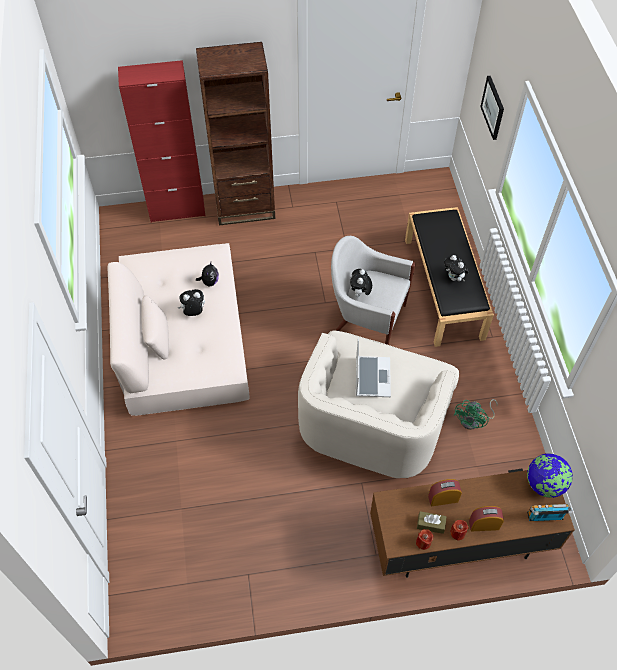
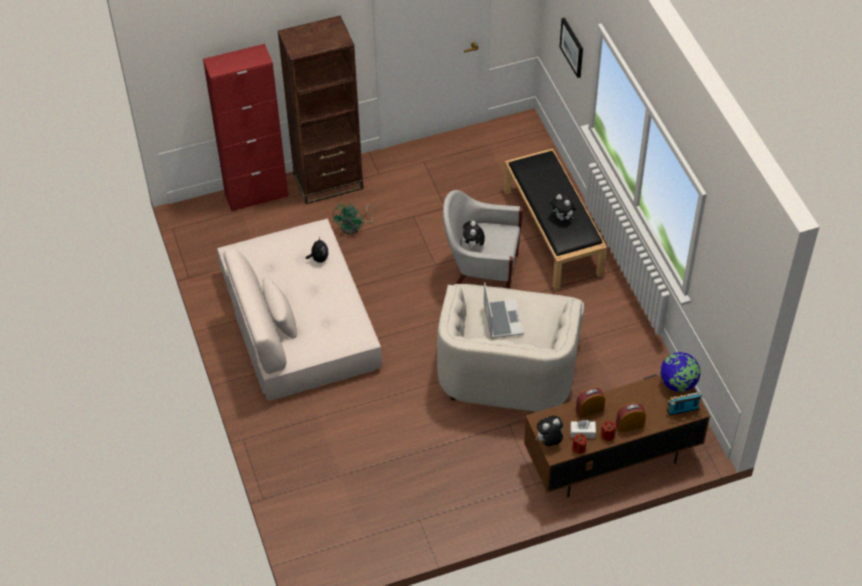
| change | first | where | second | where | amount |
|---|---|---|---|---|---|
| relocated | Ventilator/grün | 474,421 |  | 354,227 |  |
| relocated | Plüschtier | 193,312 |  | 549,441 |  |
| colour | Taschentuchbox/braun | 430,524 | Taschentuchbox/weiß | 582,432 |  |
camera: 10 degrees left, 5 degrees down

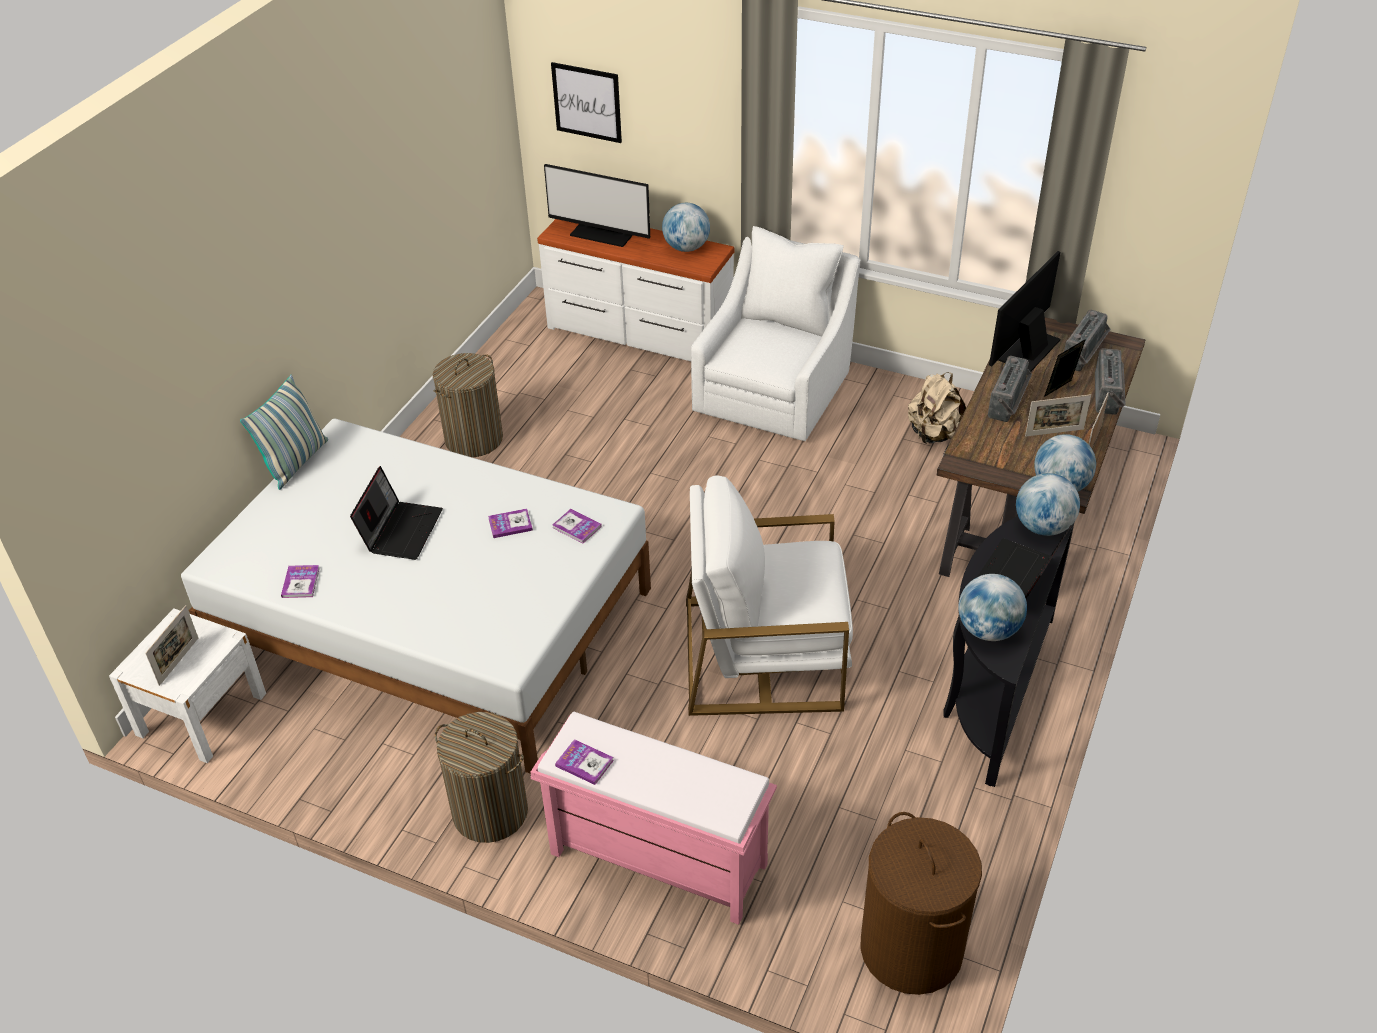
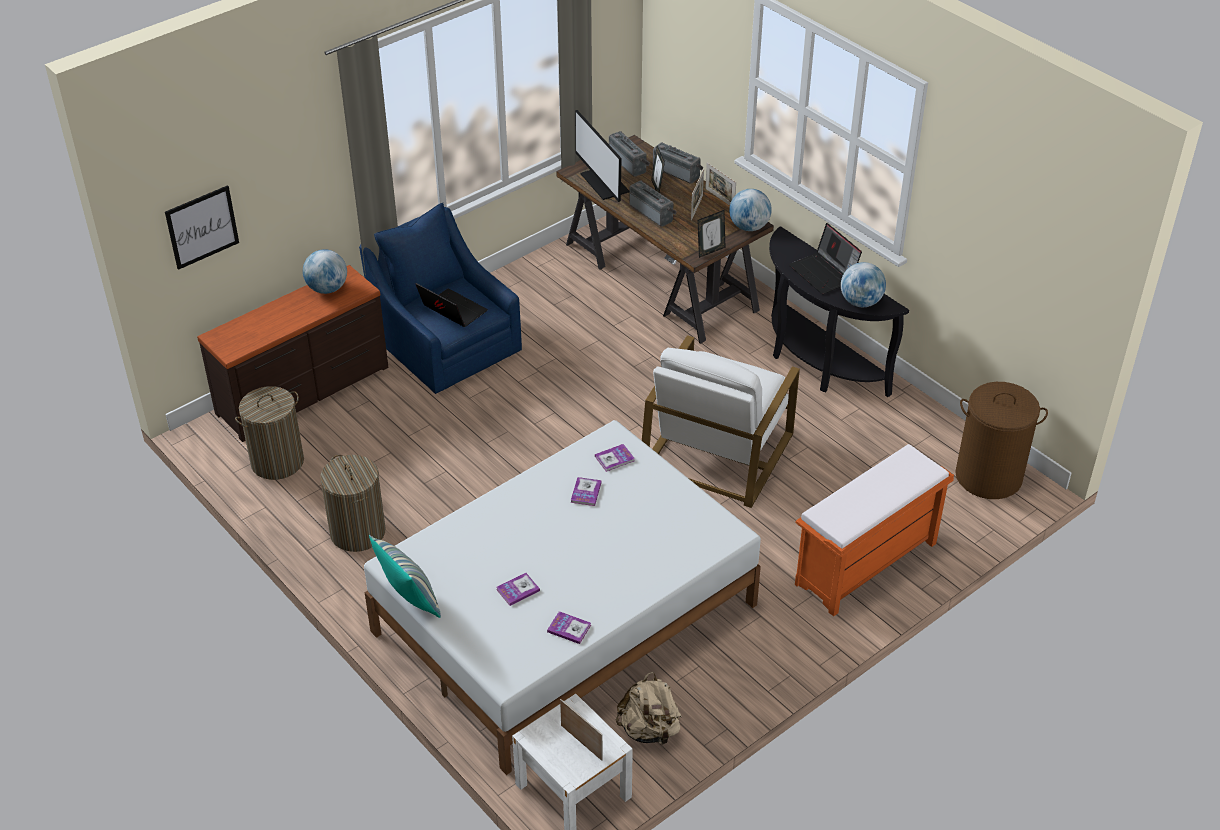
| change | first | where | second | where | amount |
|---|---|---|---|---|---|
| colour | Kommode/weiß | 638,334 | Kommode/braun | 304,391 |  |
| relocated | Wäschekorb | 490,812 |  | 277,461 |  |
| colour | Sessel/weiß | 775,390 | Sessel/blau | 445,344 |  |
| relocated | Laptop | 401,530 |  | 451,311 |  |
| relocated | Buch | 584,763 |  | 518,590 |  |
| relocated | Rucksack/beige | 933,434 |  | 649,730 |  |
| appeared |  |  | Bilderrahmen | 710,251 |  |
| colour | Bank/rosa | 656,859 | Bank/orange | 865,565 |  |
| missing | Monitor | 603,233 |  |  |  |
| missing | Globus | 1043,527 |  |  |  |
camera: 65 degrees left, 0 degrees up

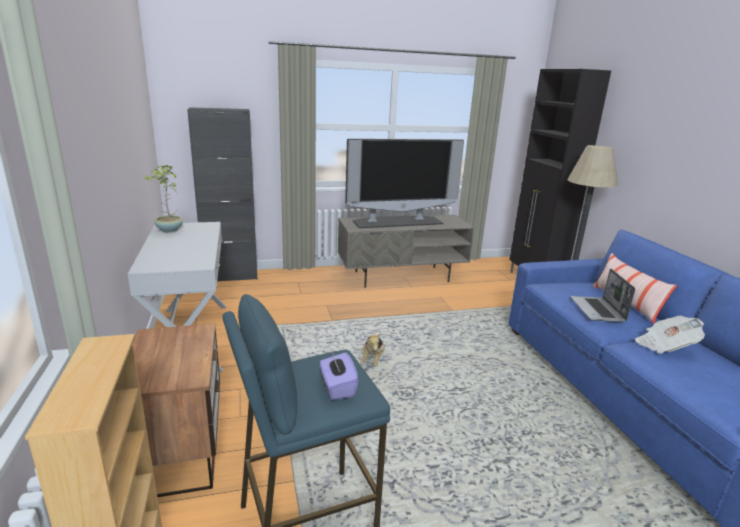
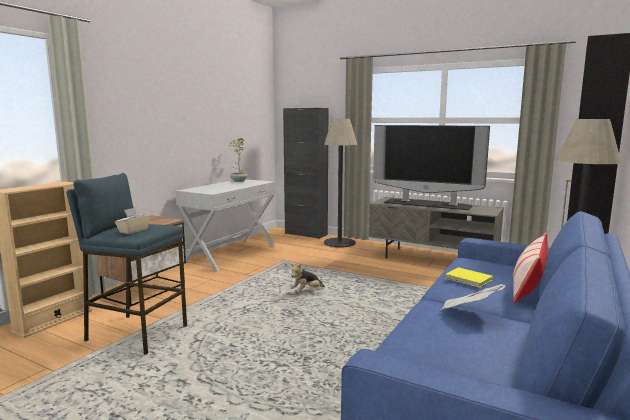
| change | first | where | second | where | amount |
|---|---|---|---|---|---|
| colour | Taschentuchbox/lila | 337,387 | Taschentuchbox/beige | 133,231 |  |
| appeared |  |  | Stehlampe | 339,243 |  |
| exchanged | Laptop | 598,310 | Buch/gelb | 469,279 |  |
camera: 45 degrees right, 10 degrees down

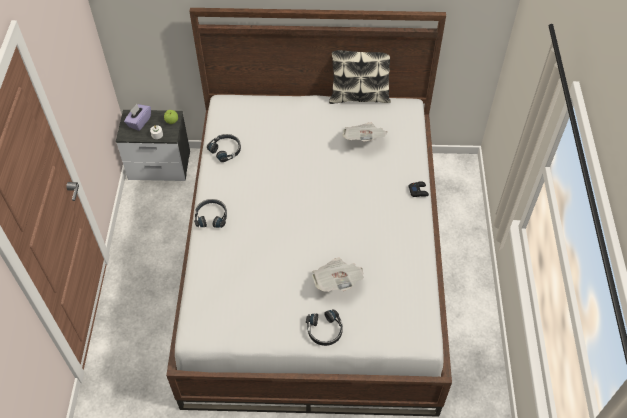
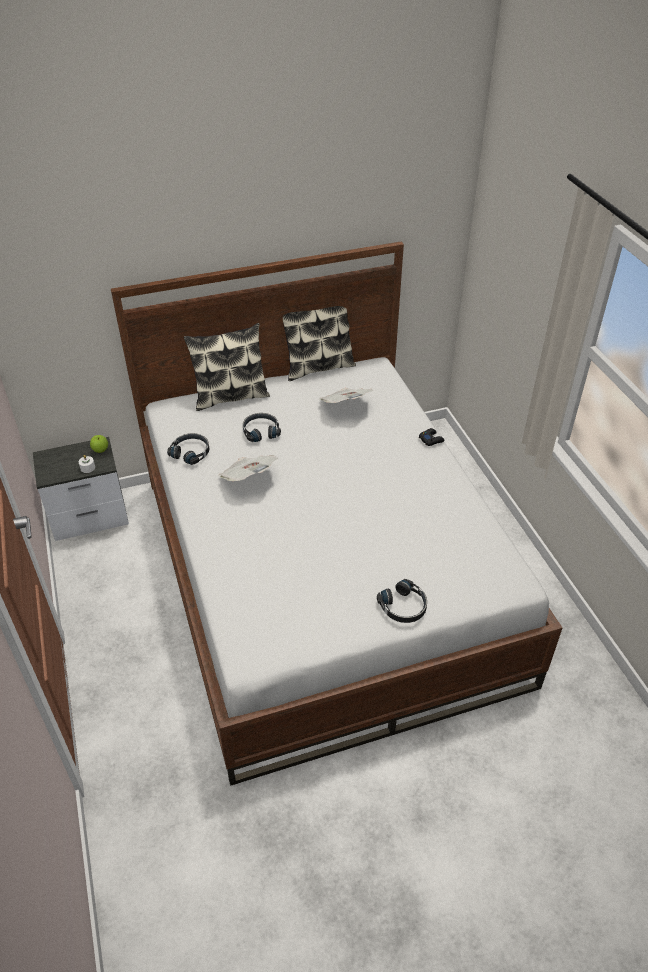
| change | first | where | second | where | amount |
|---|---|---|---|---|---|
| appeared |  |  | Kissen | 230,396 |  |
| relocated | Zeitung | 337,281 |  | 248,478 |  |
| relocated | Kopfhörer/schwarz | 211,216 |  | 261,431 |  |
| missing | Taschentuchbox/lila | 139,122 |  |  |  |
camera: 20 degrees left, 10 degrees down

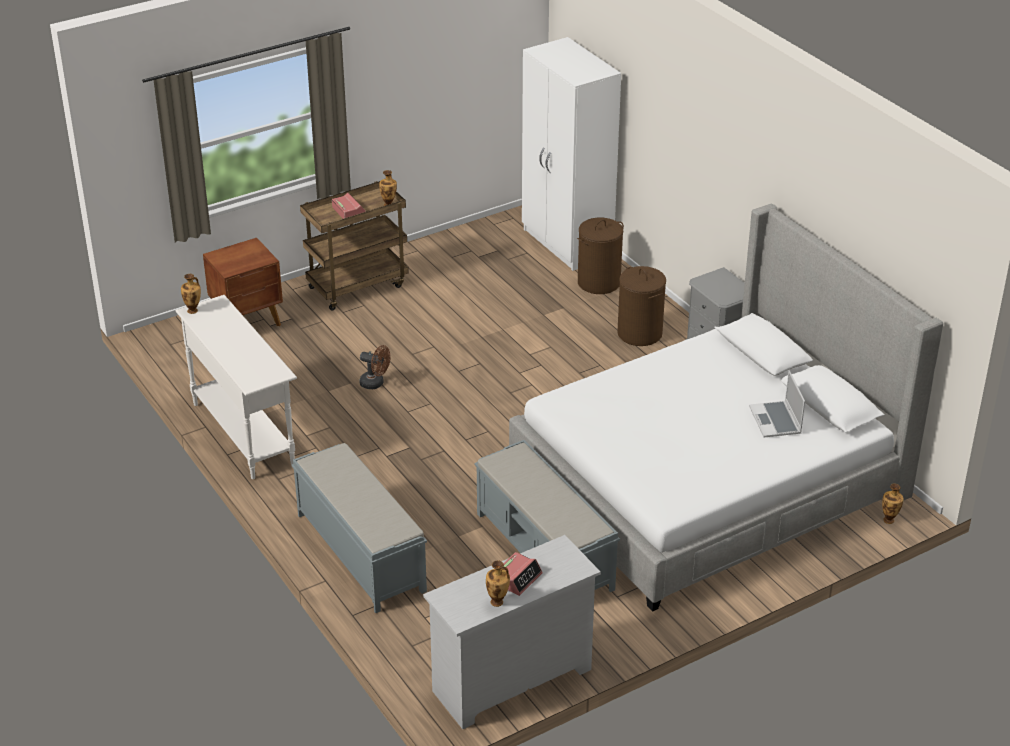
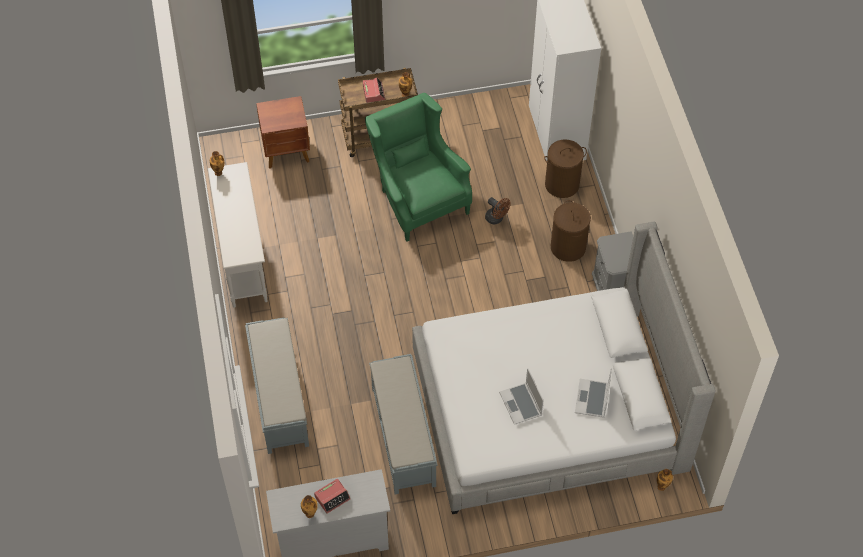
| change | first | where | second | where | amount |
|---|---|---|---|---|---|
| appeared |  |  | Sessel/grün | 418,198 |  |
| relocated | Ventilator/braun | 375,383 |  | 496,219 |  |
| appeared |  |  | Laptop | 521,404 |  |
camera: 20 degrees right, 20 degrees up

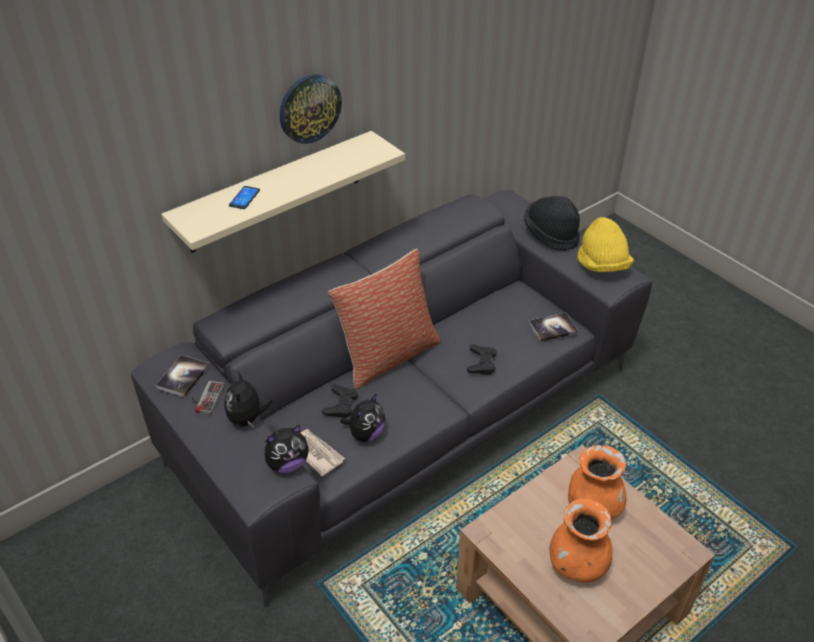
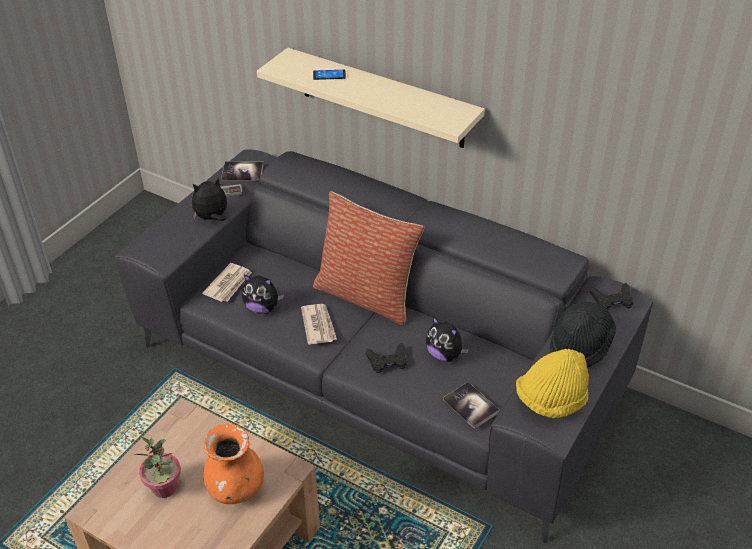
| change | first | where | second | where | amount |
|---|---|---|---|---|---|
| exchanged | Vase/orange | 577,564 | Topfpflanze | 164,488 |  |
| appeared |  |  | Zeitung | 318,325 |  |
| relocated | Plüschtier | 287,464 |  | 444,355 |  |
| relocated | Gamepad/schwarz | 341,404 |  | 612,300 |  |
| missing | Wanduhr | 309,108 |  |  |  |
camera: 70 degrees right, 0 degrees up

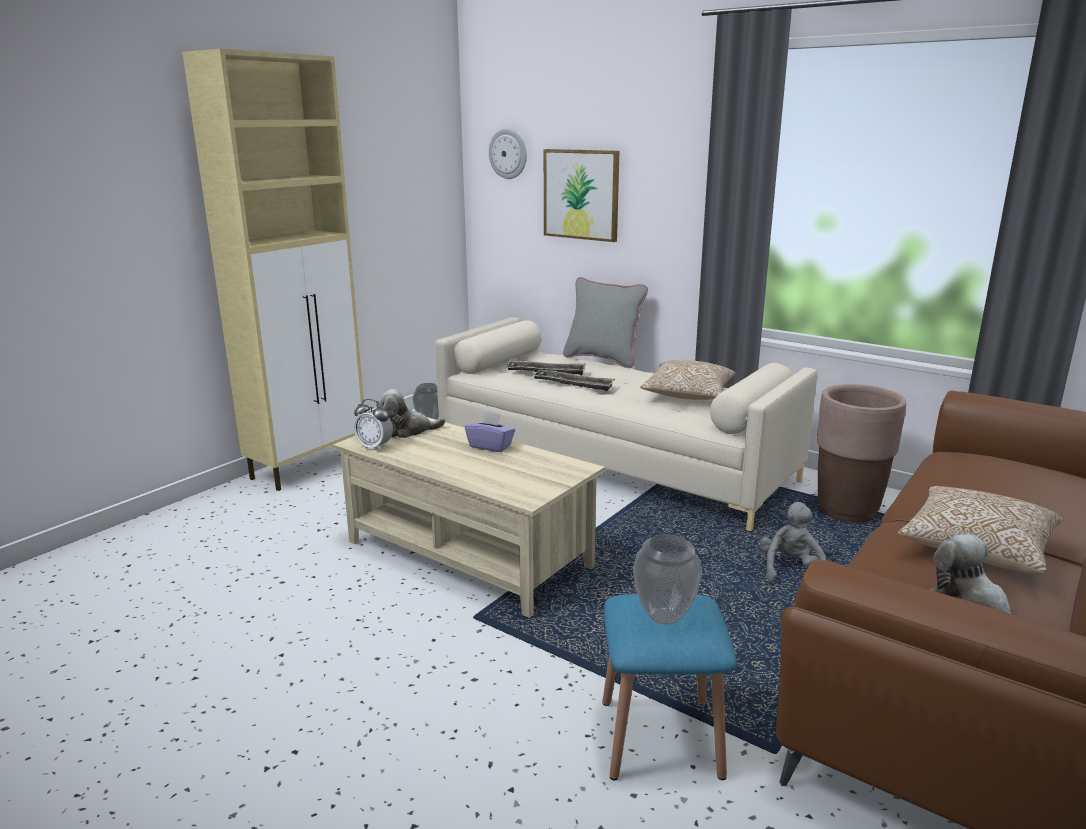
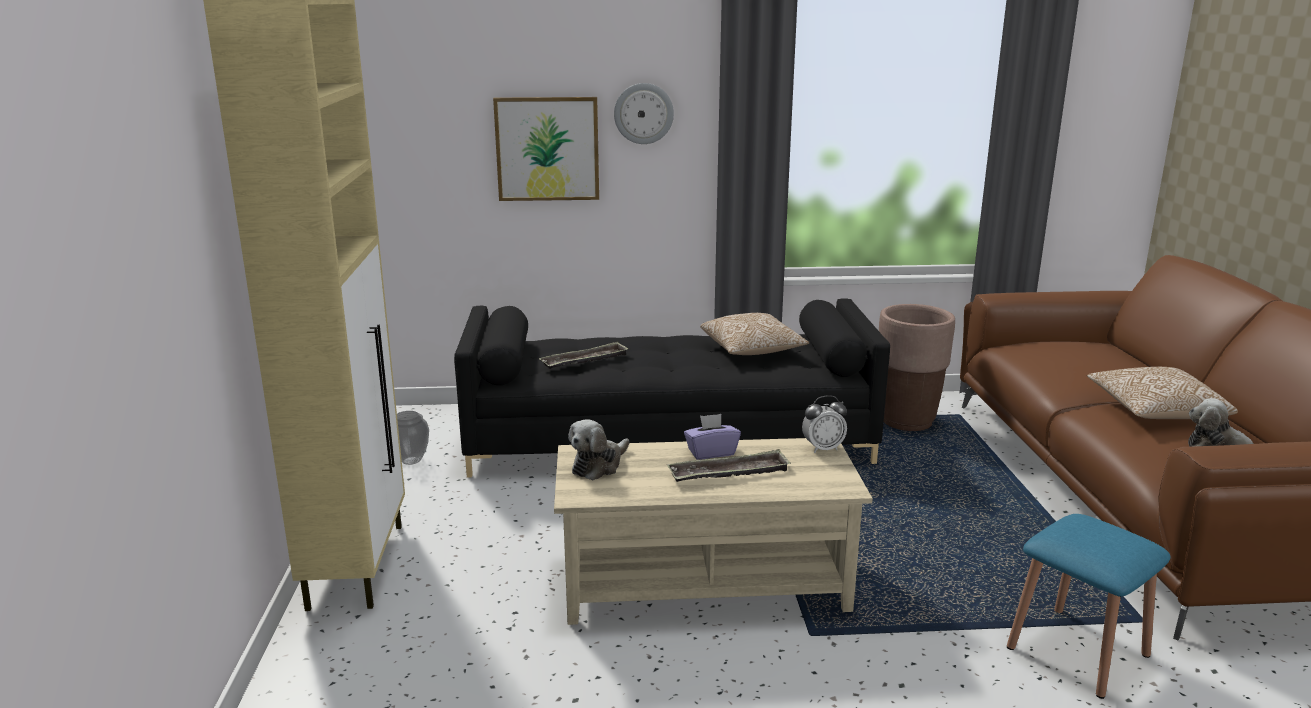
| change | first | where | second | where | amount |
|---|---|---|---|---|---|
| colour | Sofa/beige | 612,459 | Sofa/schwarz | 670,439 |  |
| relocated | Wanduhr | 508,154 |  | 643,113 |  |
| relocated | Tablett | 573,384 |  | 729,473 |  |
| relocated | Wecker | 374,447 |  | 823,448 |  |
| missing | Kissen/grau | 603,359 |  |  |  |
| missing | Vase | 665,617 |  |  |  |
| missing | Plüschtier/grau | 790,570 |  |  |  |
camera: 40 degrees left, 0 degrees up

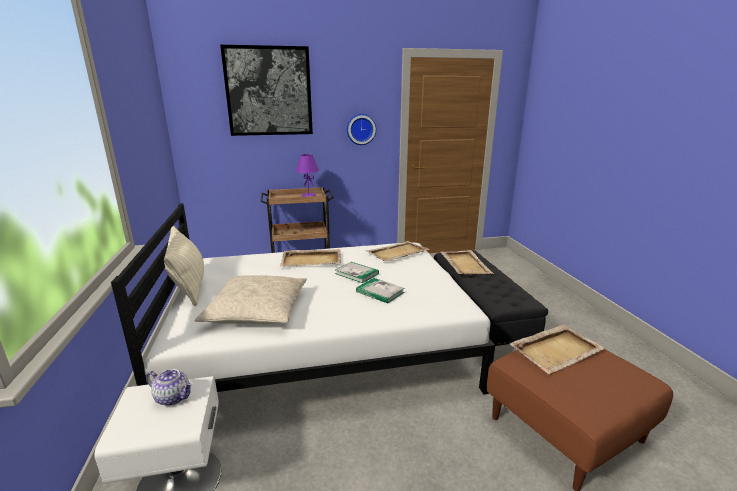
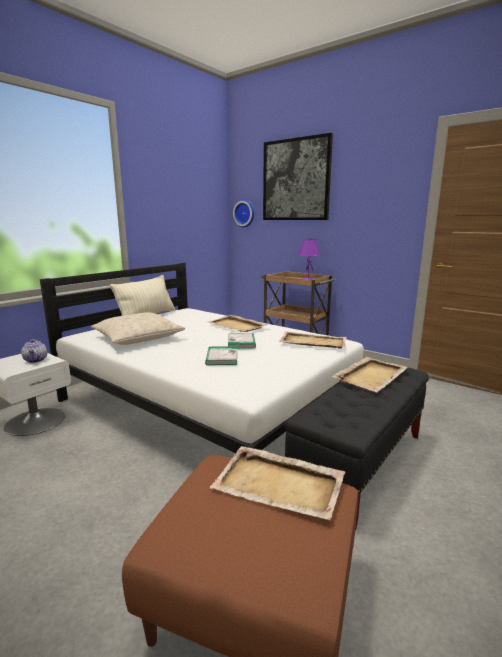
| change | first | where | second | where | amount |
|---|---|---|---|---|---|
| relocated | Wanduhr | 361,129 |  | 245,213 |  |
camera: 50 degrees right, 5 degrees down

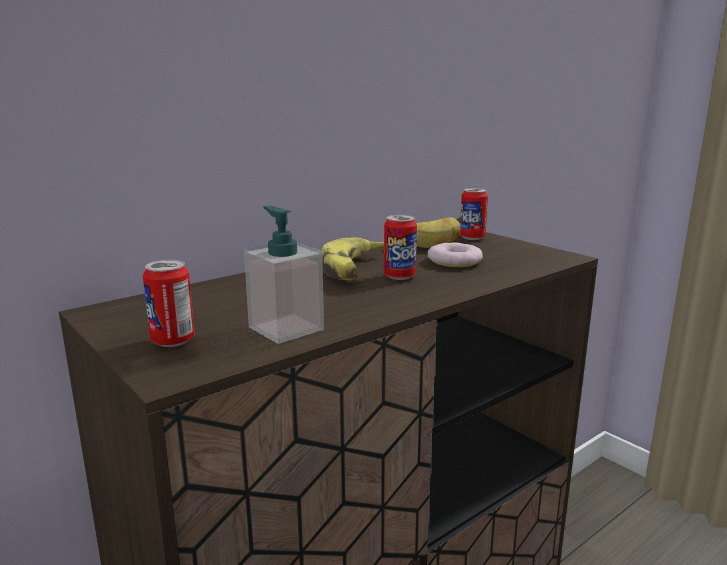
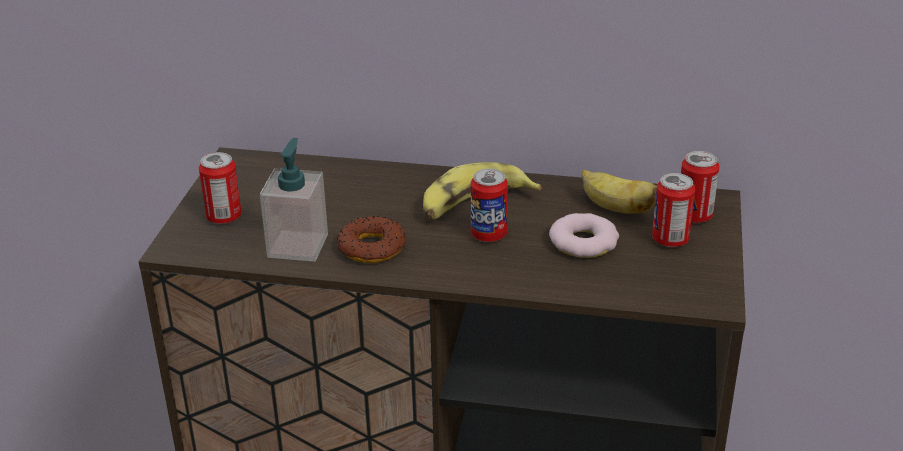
| change | first | where | second | where | amount |
|---|---|---|---|---|---|
| appeared |  |  | Donut | 371,247 |  |
| appeared |  |  | Dose | 670,240 |  |
camera: 50 degrees right, 15 degrees up

